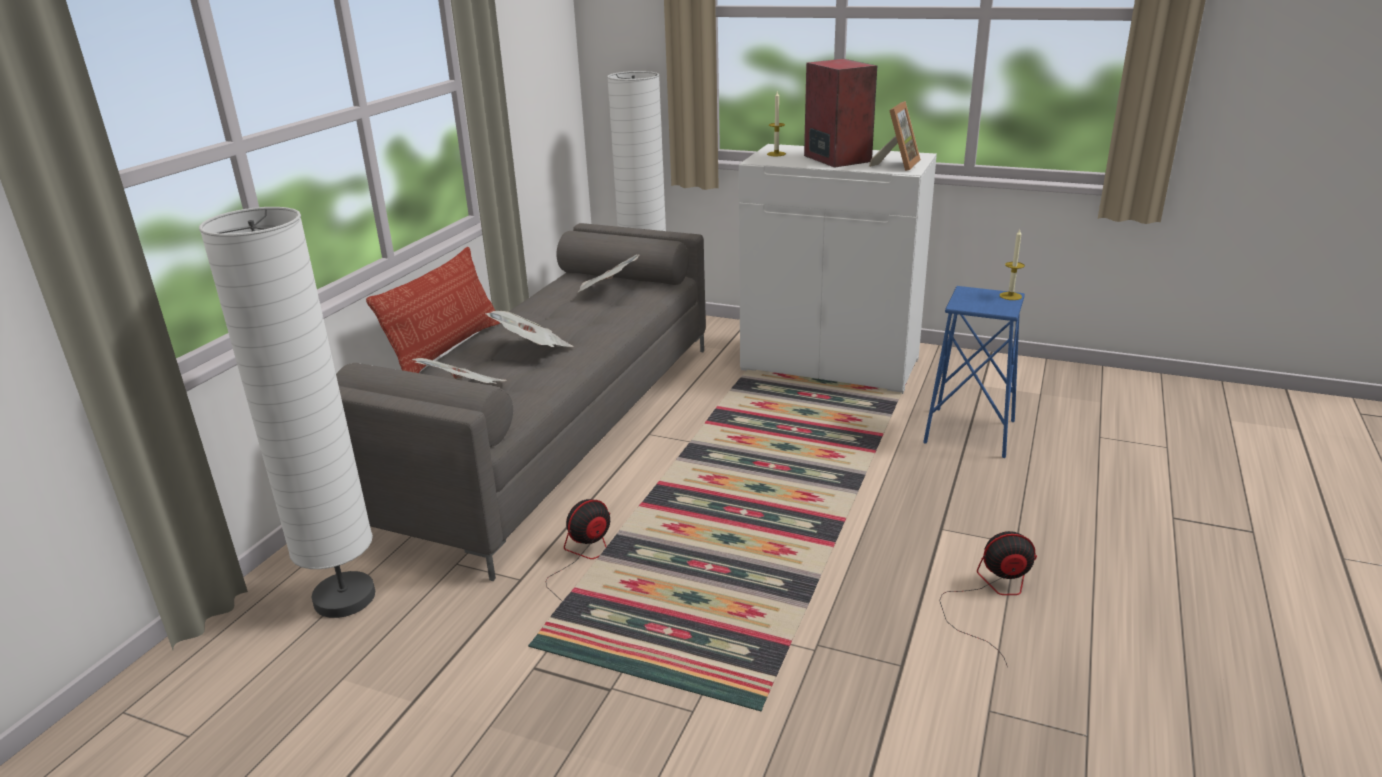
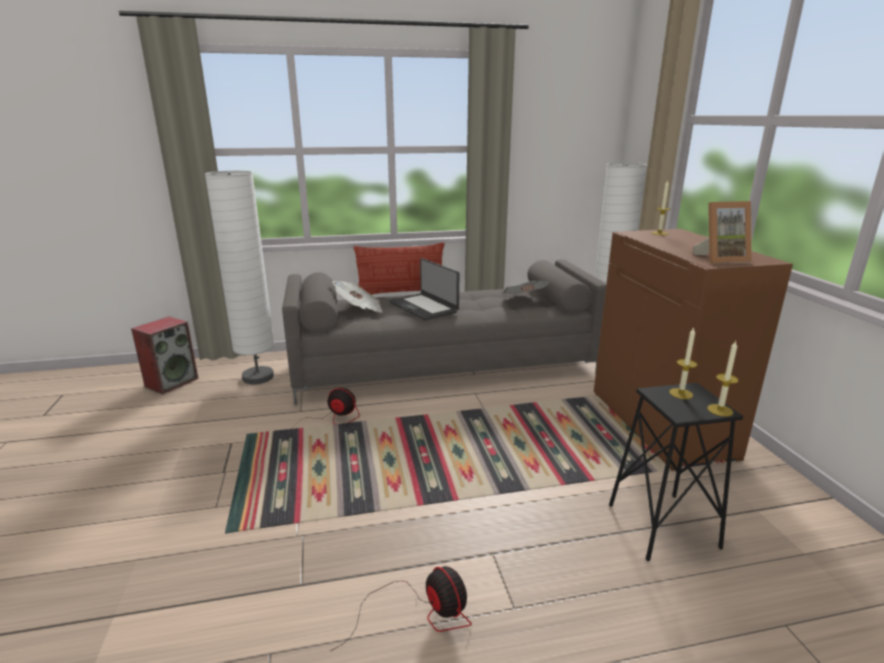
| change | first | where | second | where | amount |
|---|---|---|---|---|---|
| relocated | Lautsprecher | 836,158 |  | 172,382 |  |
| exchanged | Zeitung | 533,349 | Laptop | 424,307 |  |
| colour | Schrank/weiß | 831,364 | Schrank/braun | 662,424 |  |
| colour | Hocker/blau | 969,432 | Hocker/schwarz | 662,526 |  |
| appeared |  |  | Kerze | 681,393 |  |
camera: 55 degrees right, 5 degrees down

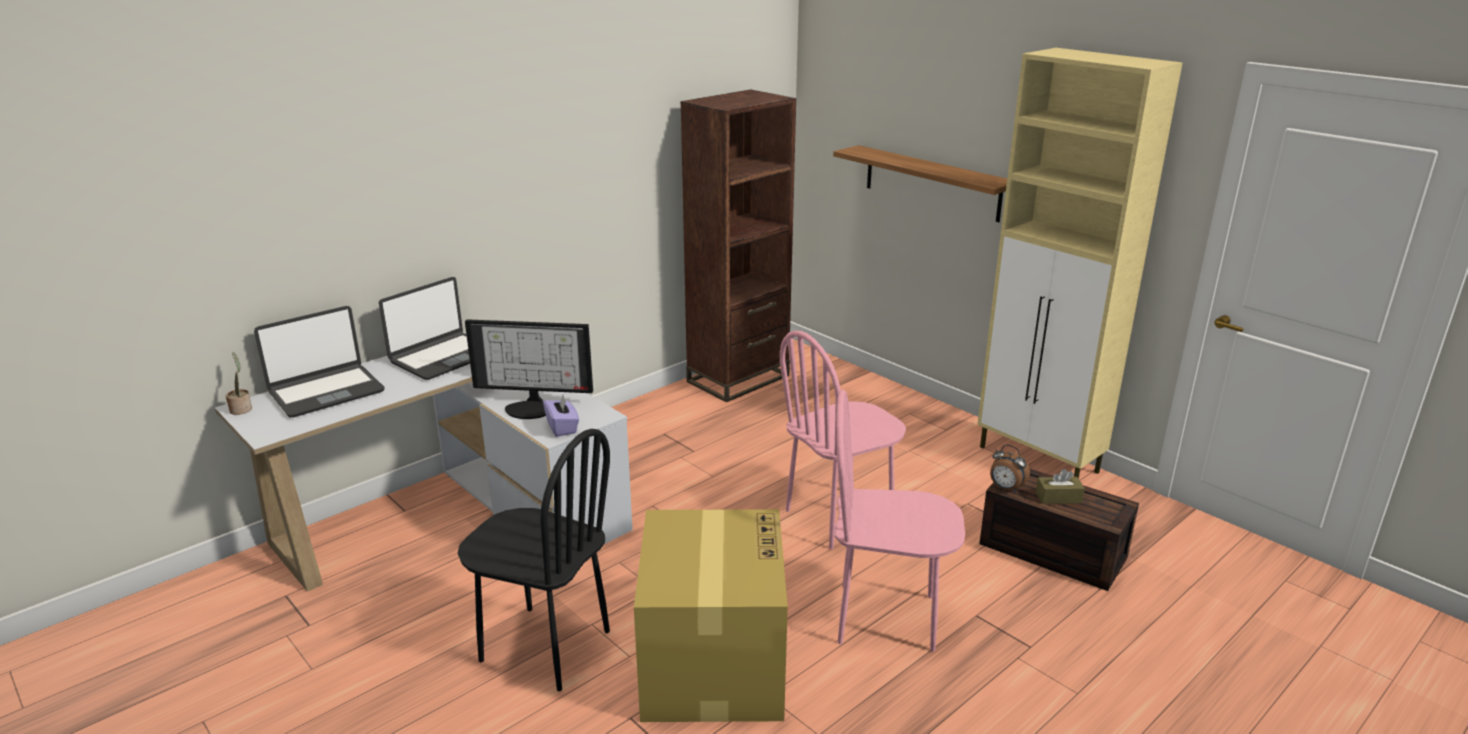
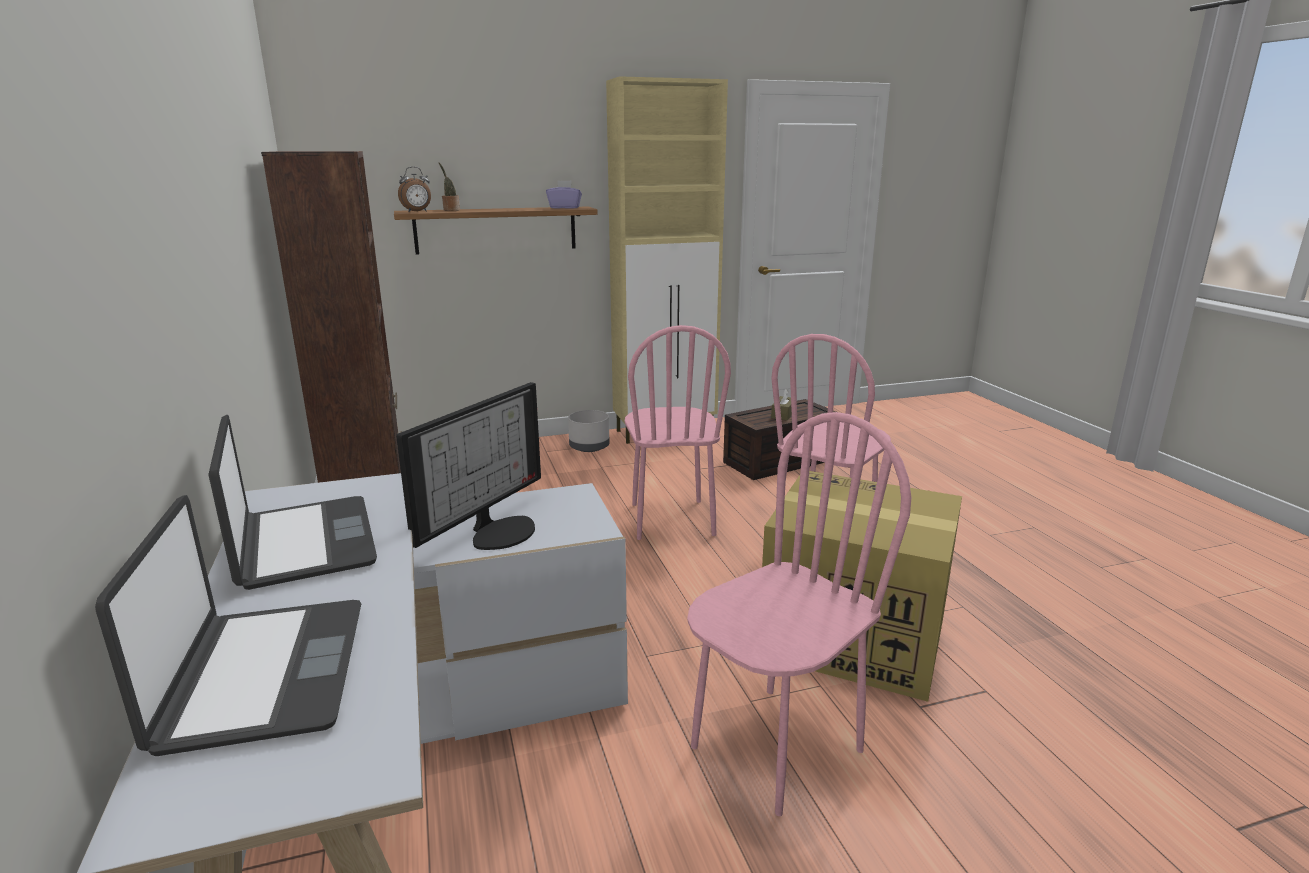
| change | first | where | second | where | amount |
|---|---|---|---|---|---|
| relocated | Wecker | 1005,488 |  | 417,211 |  |
| relocated | Topfpflanze | 241,409 |  | 450,210 |  |
| relocated | Taschentuchbox/lila | 562,427 |  | 564,207 |  |
| appeared |  |  | Pflanzkübel/grau | 589,447 |  |
| colour | Stuhl/schwarz | 544,646 | Stuhl/rosa | 775,747 |  |
camera: 65 degrees left, 5 degrees down

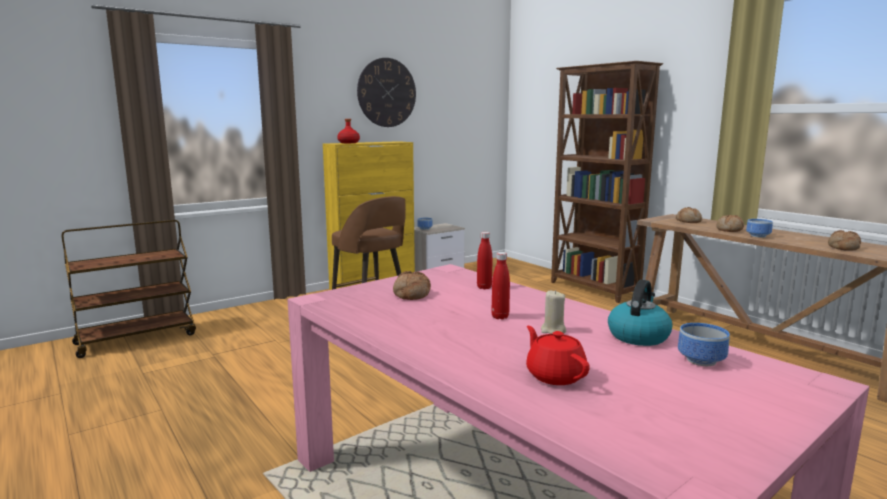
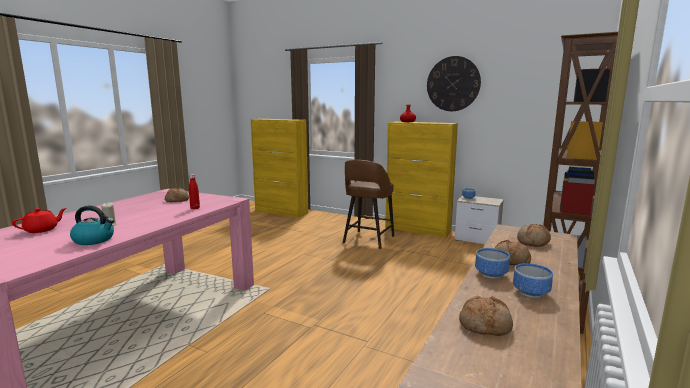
| change | first | where | second | where | amount |
|---|---|---|---|---|---|
| exchanged | Rollwagen/braun | 137,338 | Schrank/gelb | 281,212 |  |
| relocated | Schüssel | 699,360 |  | 529,292 |  |
| missing | Flasche/rot | 500,317 |  |  |  |
camera: 65 degrees right, 0 degrees up

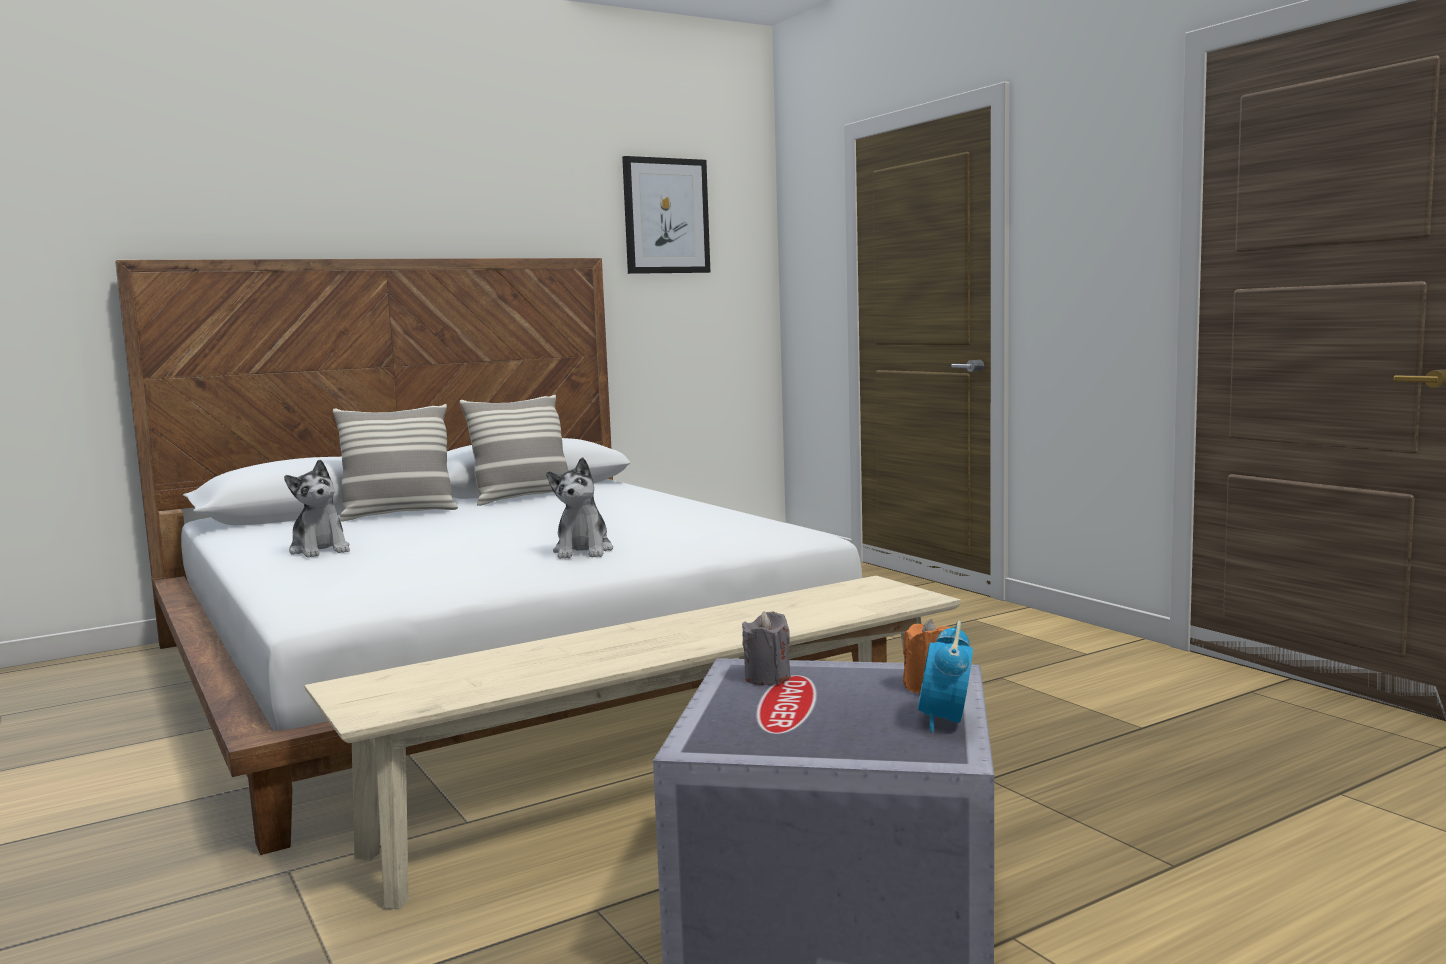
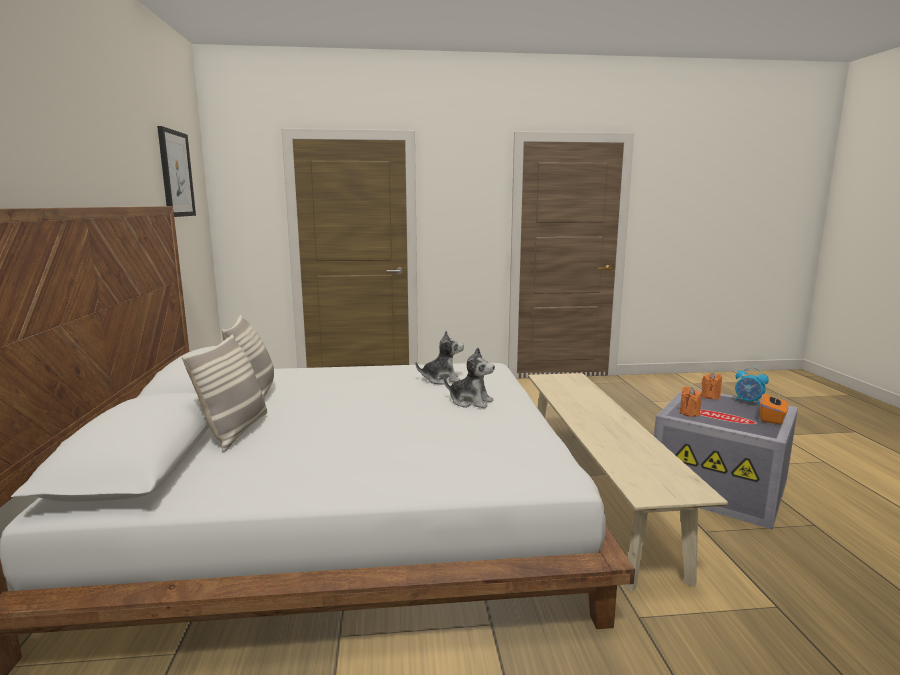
| change | first | where | second | where | amount |
|---|---|---|---|---|---|
| relocated | Plüschtier | 320,550 |  | 441,379 |  |
| colour | Kerze/grau | 767,678 | Kerze/orange | 689,413 |  |
| appeared |  |  | Taschentuchbox/orange | 772,418 |  |
camera: 65 degrees left, 5 degrees up

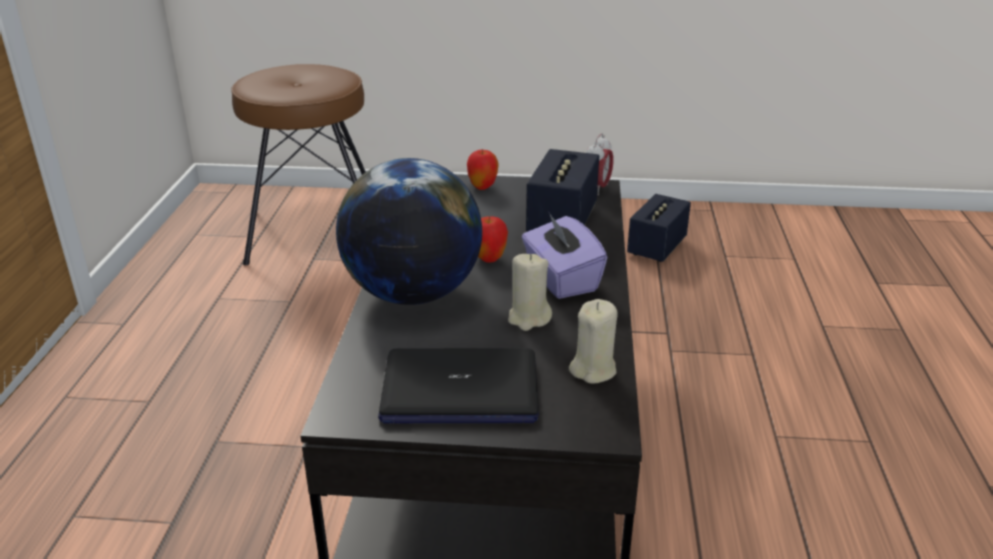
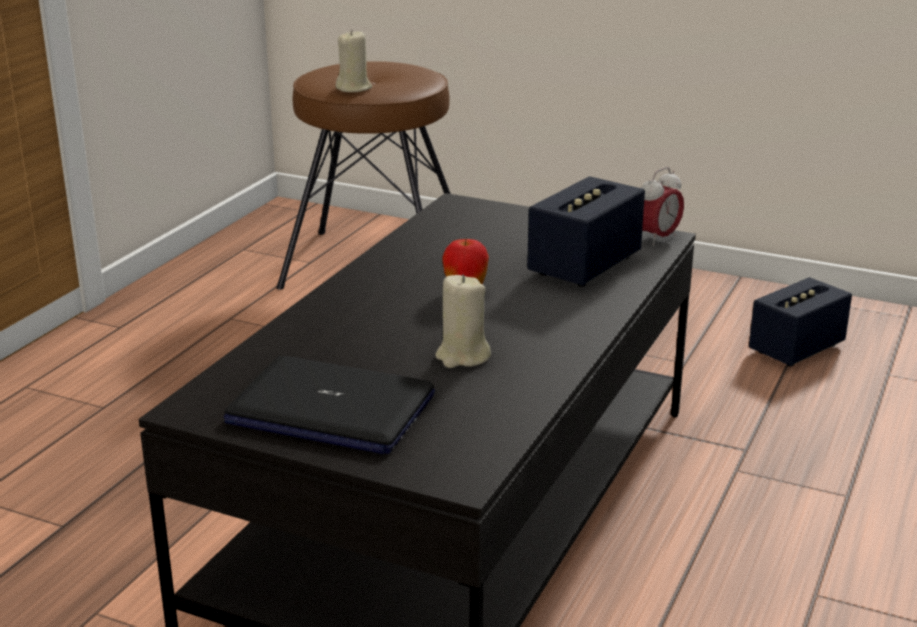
| change | first | where | second | where | amount |
|---|---|---|---|---|---|
| relocated | Kerze/beige | 593,369 |  | 354,88 |  |
| missing | Globus | 413,294 |  |  |  |
| missing | Apfel | 482,187 |  |  |  |
| missing | Taschentuchbox/lila | 561,279 |  |  |  |
camera: 20 degrees right, 5 degrees down

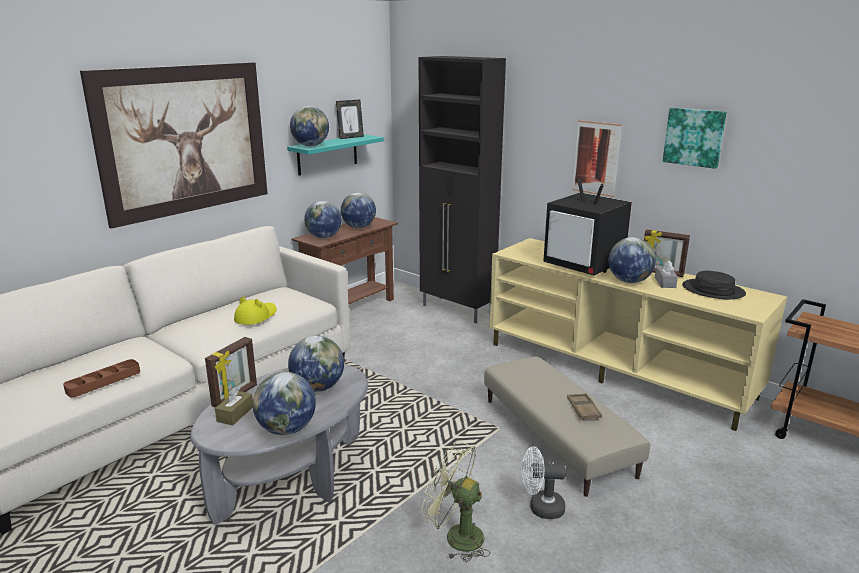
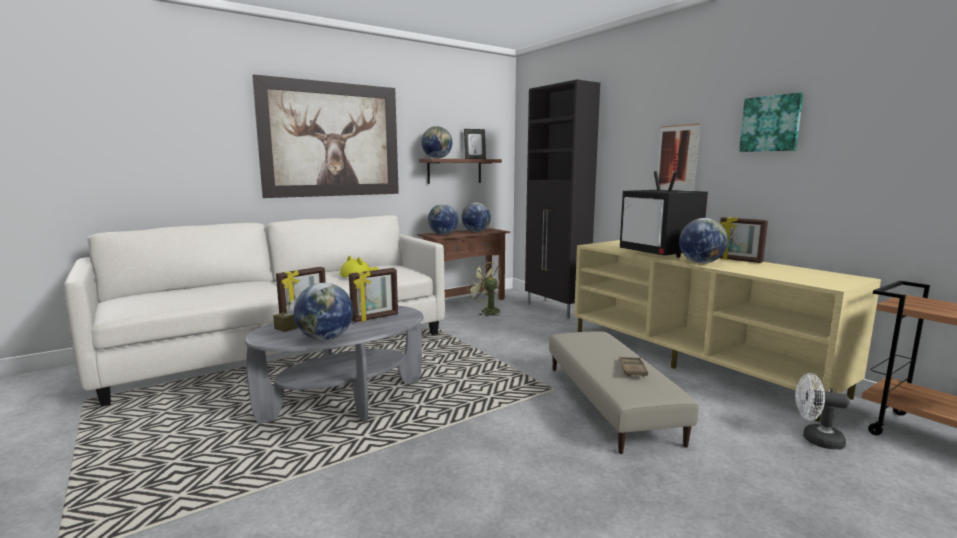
| change | first | where | second | where | amount |
|---|---|---|---|---|---|
| exchanged | Globus | 318,387 | Bilderrahmen | 375,318 |  |
| colour | Wandregal/türkis | 327,154 | Wandregal/braun | 454,171 |  |
| relocated | Ventilator/grün | 456,536 |  | 486,311 |  |
| relocated | Ventilator/weiß | 540,508 |  | 816,439 |  |
| missing | Tablett/braun | 103,381 |  |  |  |
| missing | Taschentuchbox/grau | 665,282 |  |  |  |
| missing | Hut/schwarz | 713,290 |  |  |  |
camera: 15 degrees right, 10 degrees down

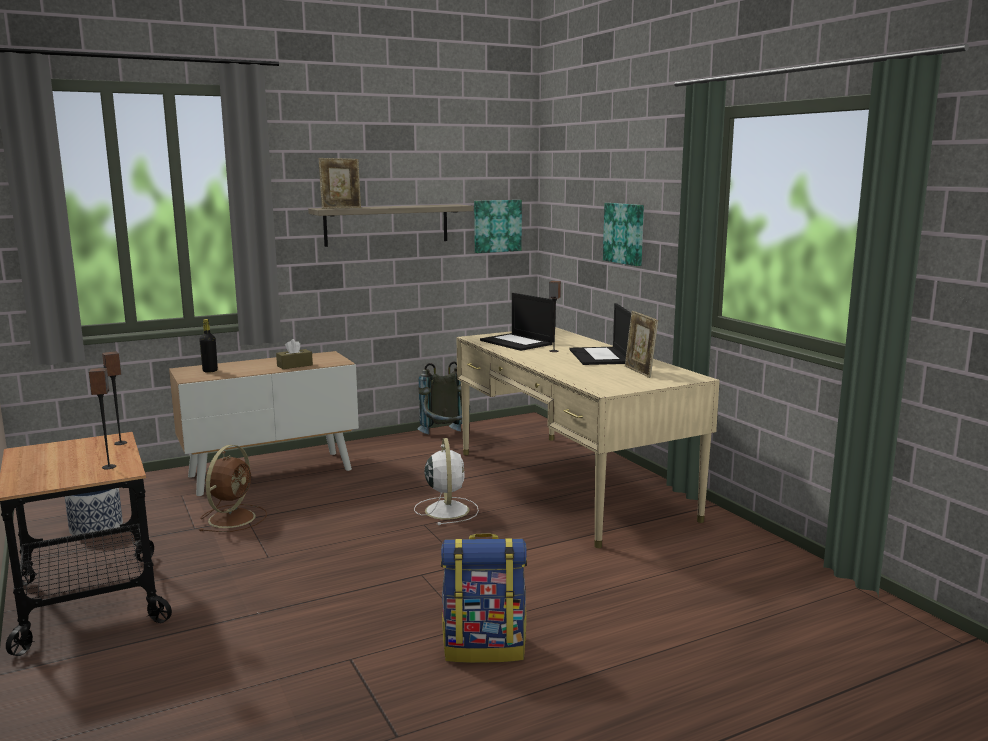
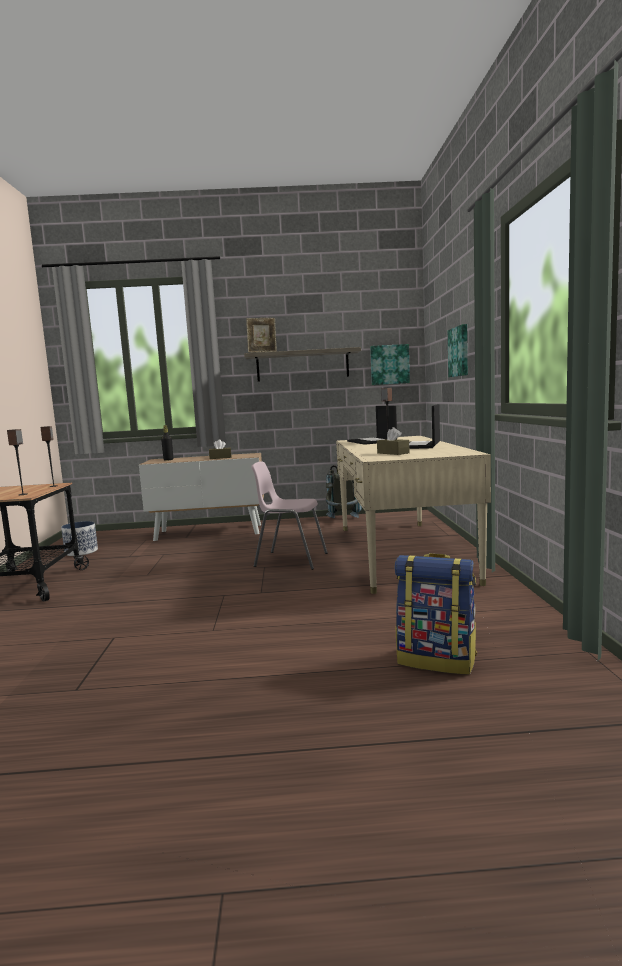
| change | first | where | second | where | amount |
|---|---|---|---|---|---|
| exchanged | Ventilator/weiß | 446,510 | Stuhl/rosa | 290,560 |  |
| appeared |  |  | Taschentuchbox/braun | 393,453 |  |
| relocated | Rucksack | 485,648 |  | 437,660 |  |
| missing | Ventilator/braun | 233,518 |  |  |  |
| missing | Bilderrahmen | 639,372 |  |  |  |
camera: 25 degrees right, 5 degrees down

